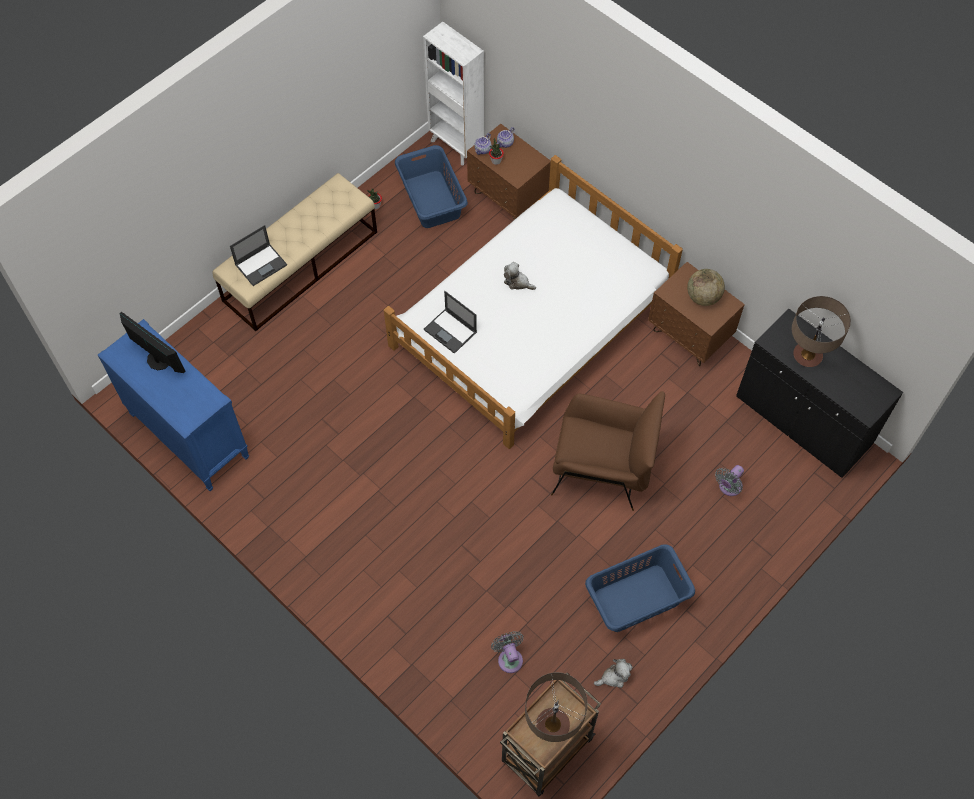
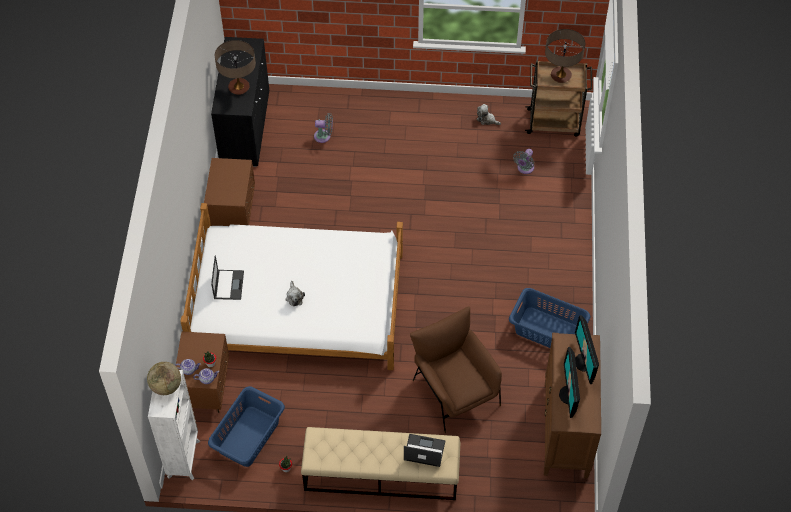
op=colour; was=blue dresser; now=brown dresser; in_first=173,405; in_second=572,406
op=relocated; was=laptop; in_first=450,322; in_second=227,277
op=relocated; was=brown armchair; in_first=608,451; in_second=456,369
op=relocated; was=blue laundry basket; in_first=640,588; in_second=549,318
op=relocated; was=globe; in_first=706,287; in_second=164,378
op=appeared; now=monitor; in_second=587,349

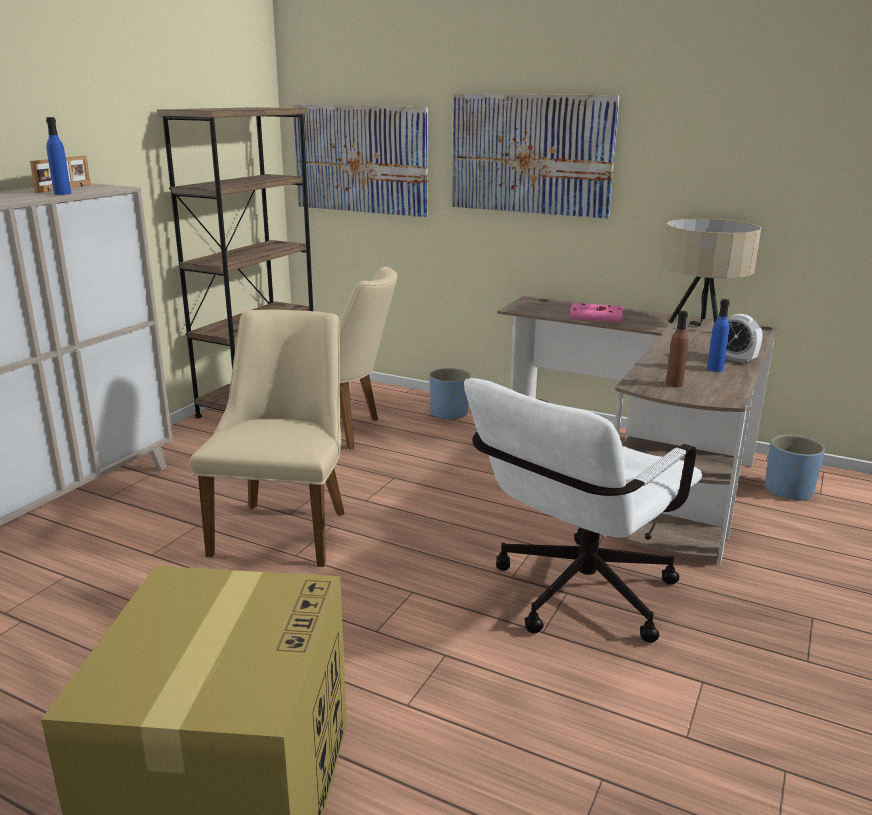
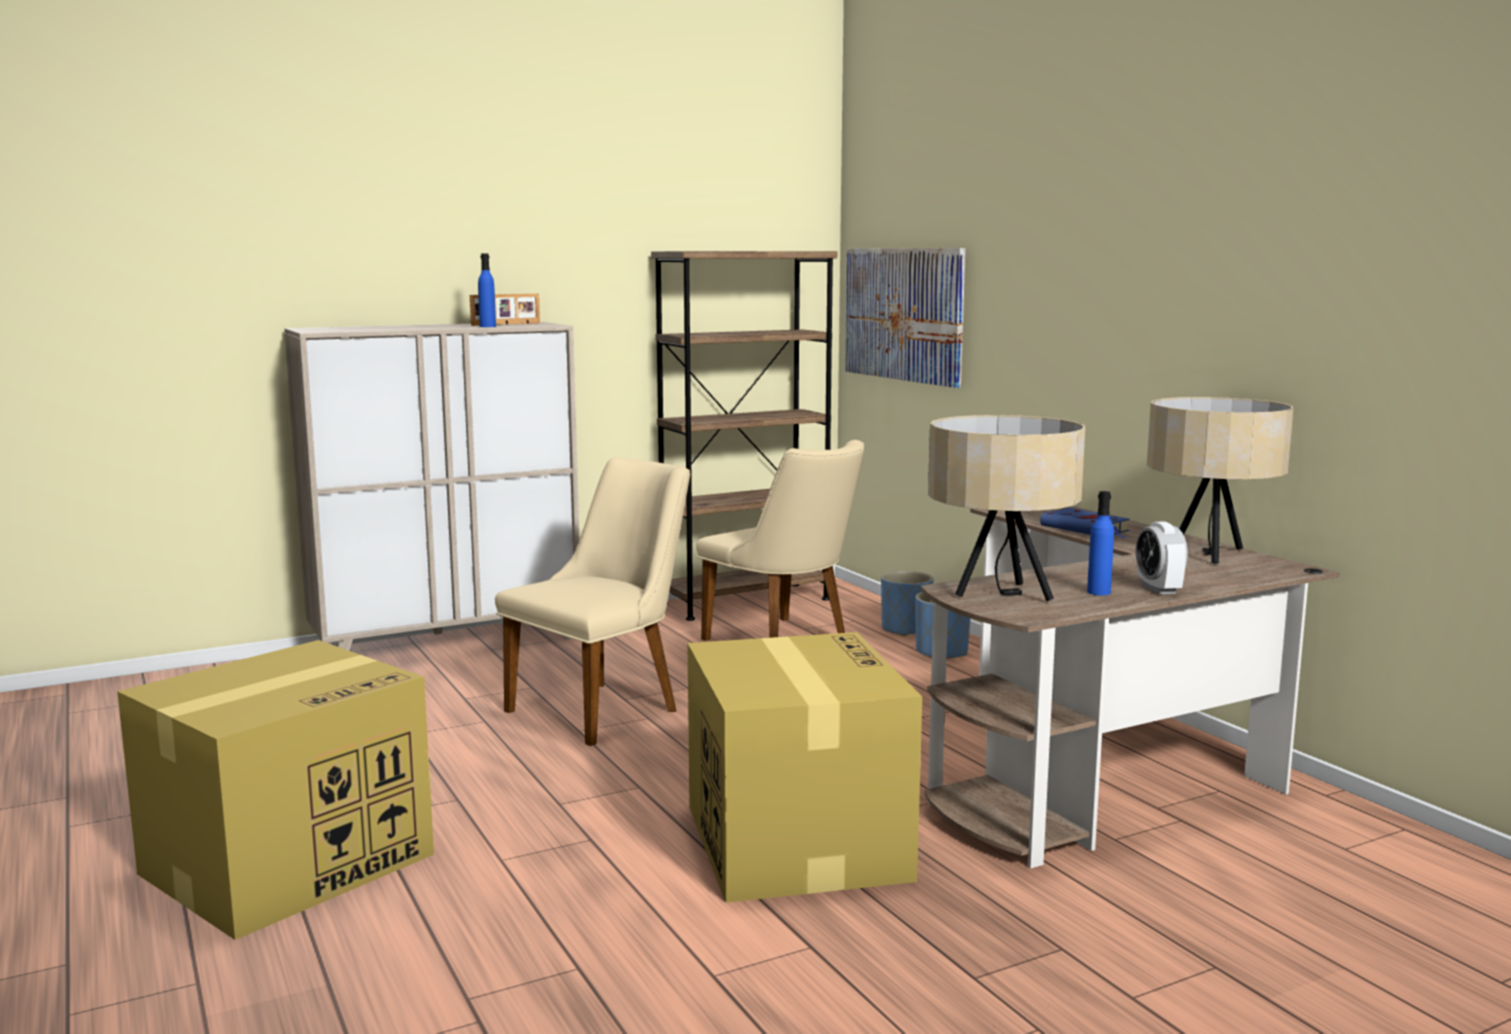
op=missing; was=picture; in_first=536,156
op=exchanged; was=white office chair; now=cardboard box; in_first=583,510; in_second=804,767
op=colour; was=pink book; now=blue book; in_first=600,312; in_second=1085,523
op=exchanged; was=brown bottle; now=beige table lamp; in_first=677,349; in_second=1006,508
op=relocated; was=blue planter; in_first=795,468; in_second=907,604

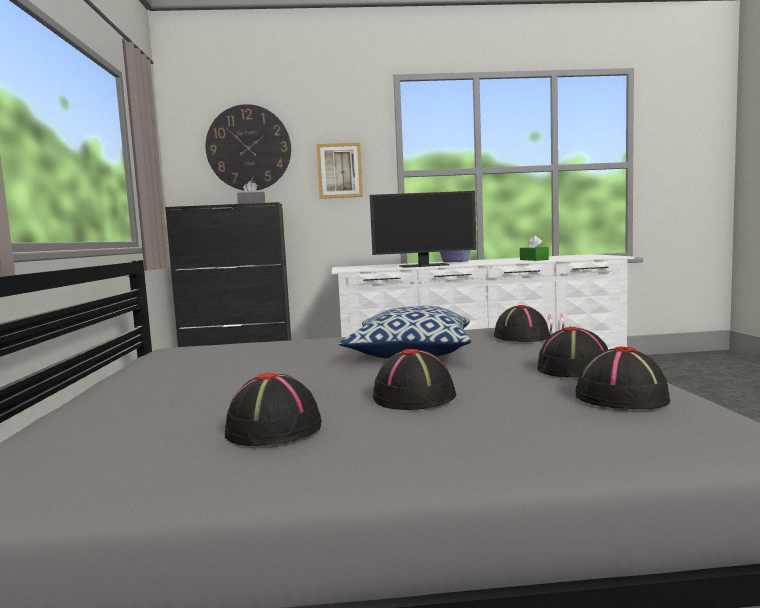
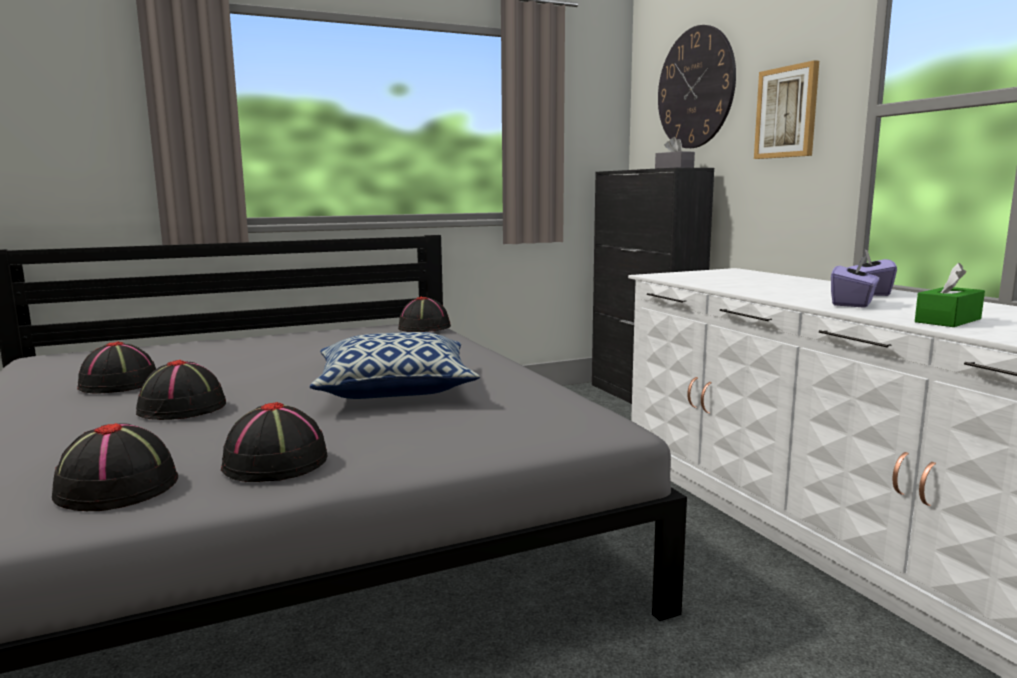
op=missing; was=monitor; in_first=423,229
op=relocated; was=black hat; in_first=522,323; in_second=424,314
op=appeared; now=purple tissue box; in_second=855,281

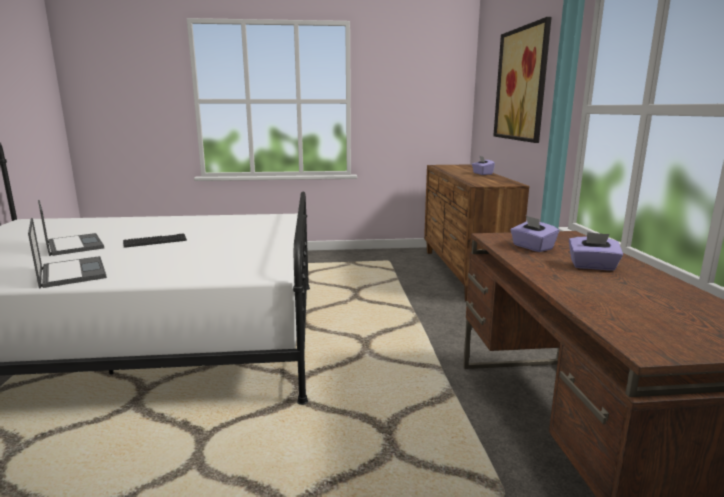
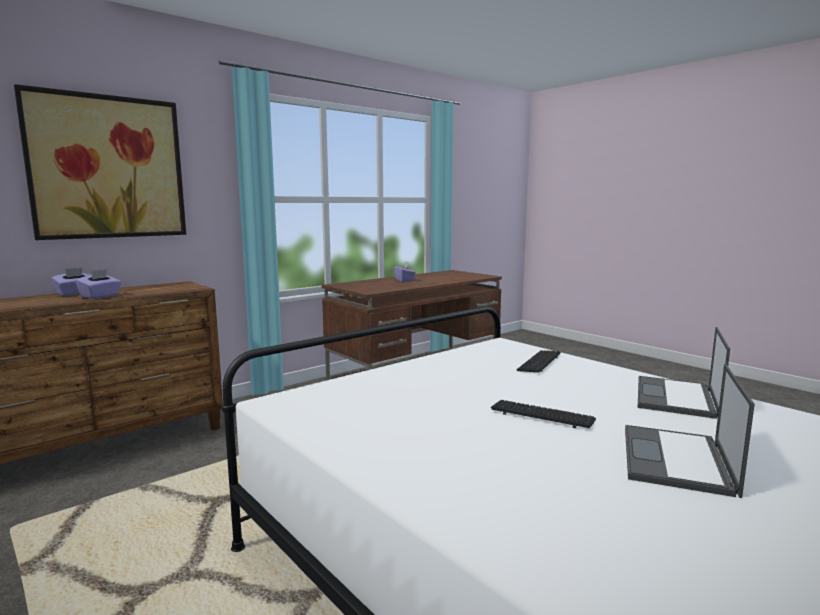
op=relocated; was=purple tissue box; in_first=534,234; in_second=98,284
op=appeared; now=keyboard; in_second=539,361

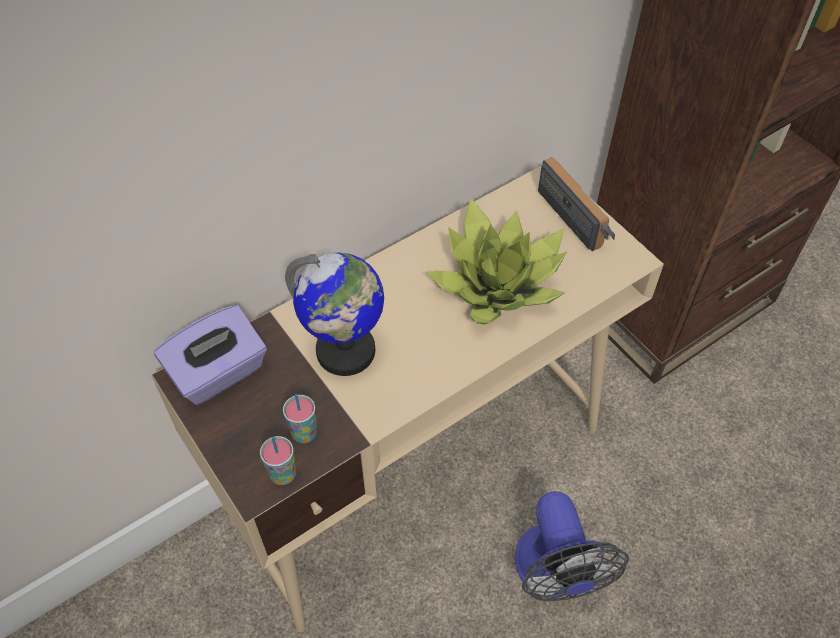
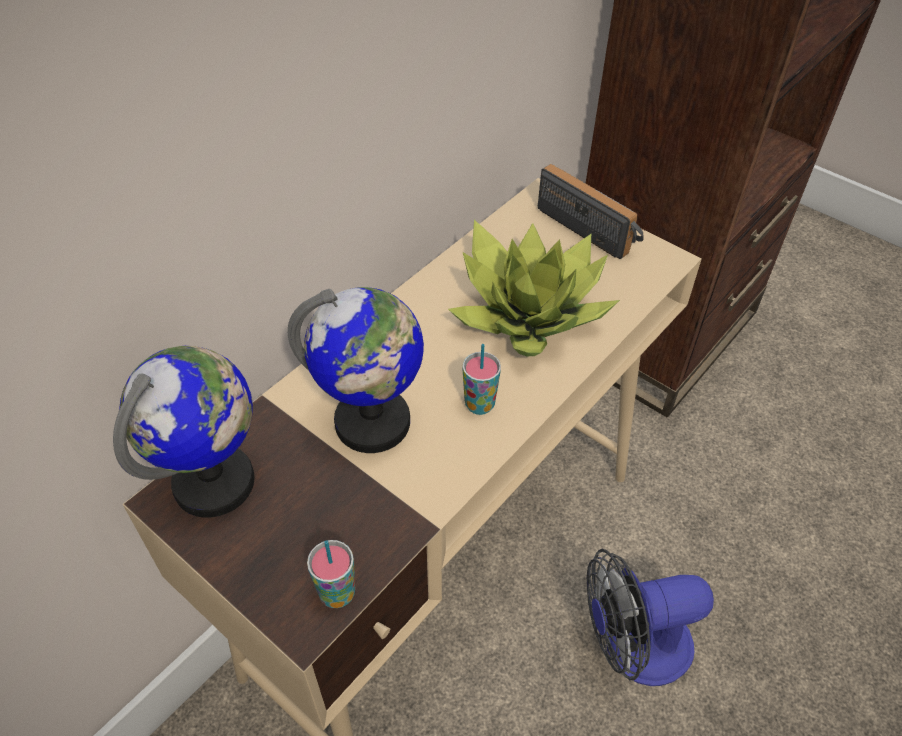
op=exchanged; was=purple tissue box; now=globe; in_first=210,355; in_second=184,432
op=relocated; was=cup; in_first=300,418; in_second=481,379
op=spun; was=fan; in_first=572,546; in_second=650,617; clockwise=105

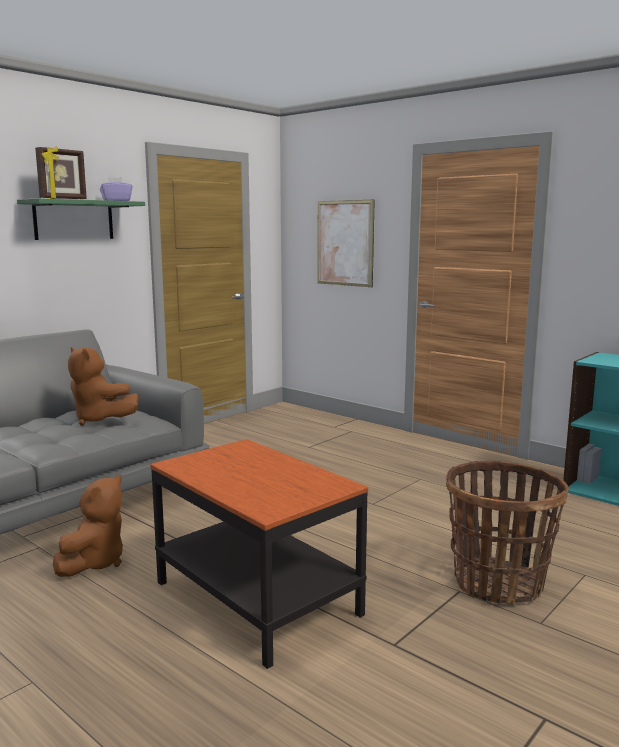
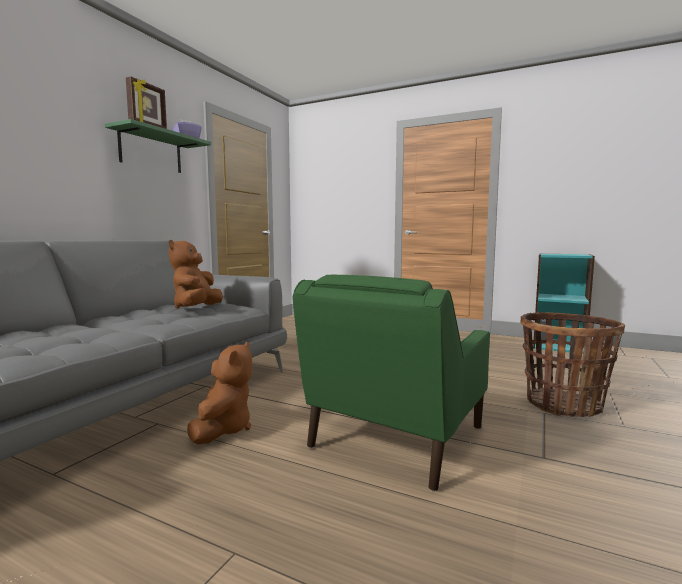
op=spun; was=brown plush toy; in_first=103,386; in_second=196,274; clockwise=75
op=exchanged; was=side table; now=green armchair; in_first=259,554; in_second=391,383
op=missing; was=picture; in_first=346,243

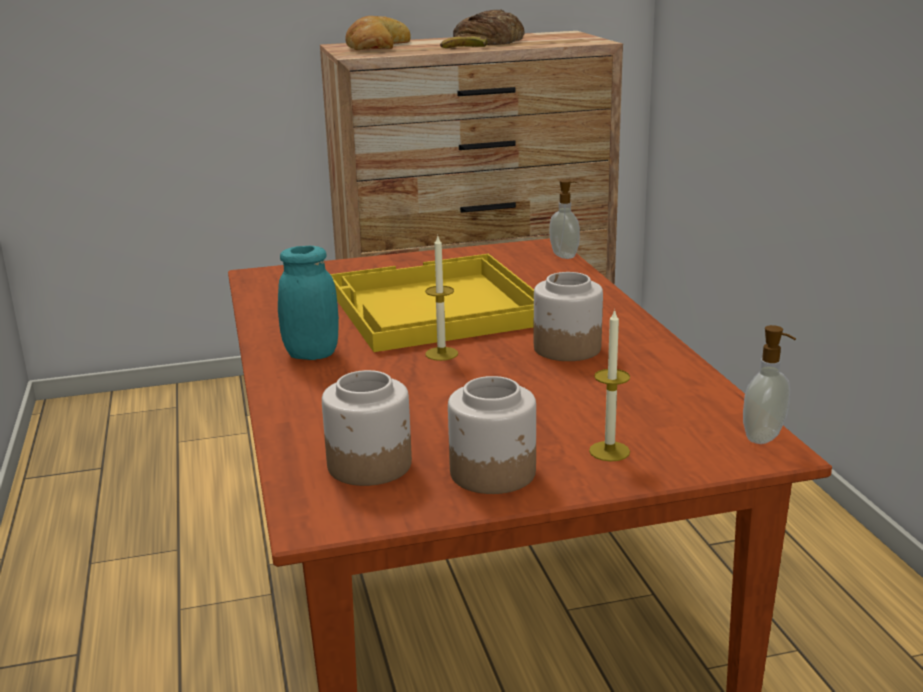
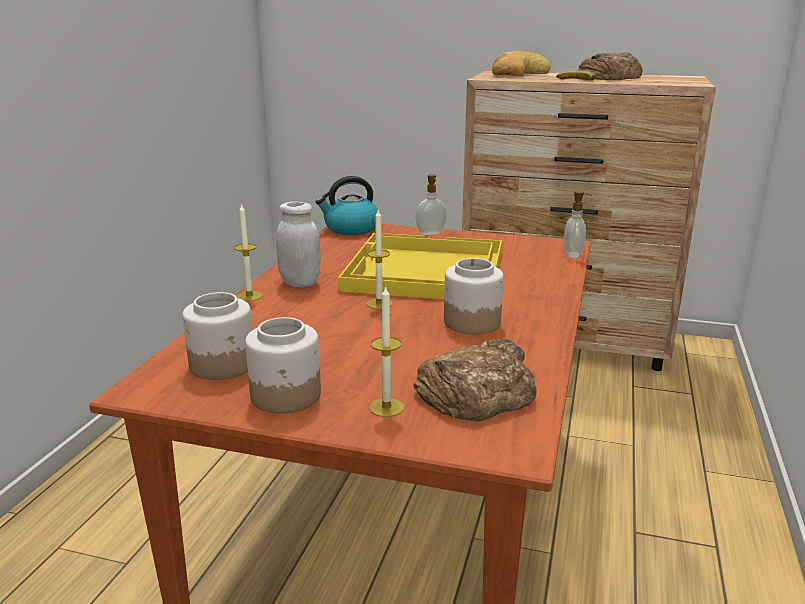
op=colour; was=turquoise jar; now=white jar; in_first=308,303; in_second=298,244
op=relocated; was=soap dispenser; in_first=769,384; in_second=431,204
op=appeared; now=candle; in_second=248,252
op=appeared; now=kettle; in_second=346,205
op=appeared; now=bread; in_second=475,380

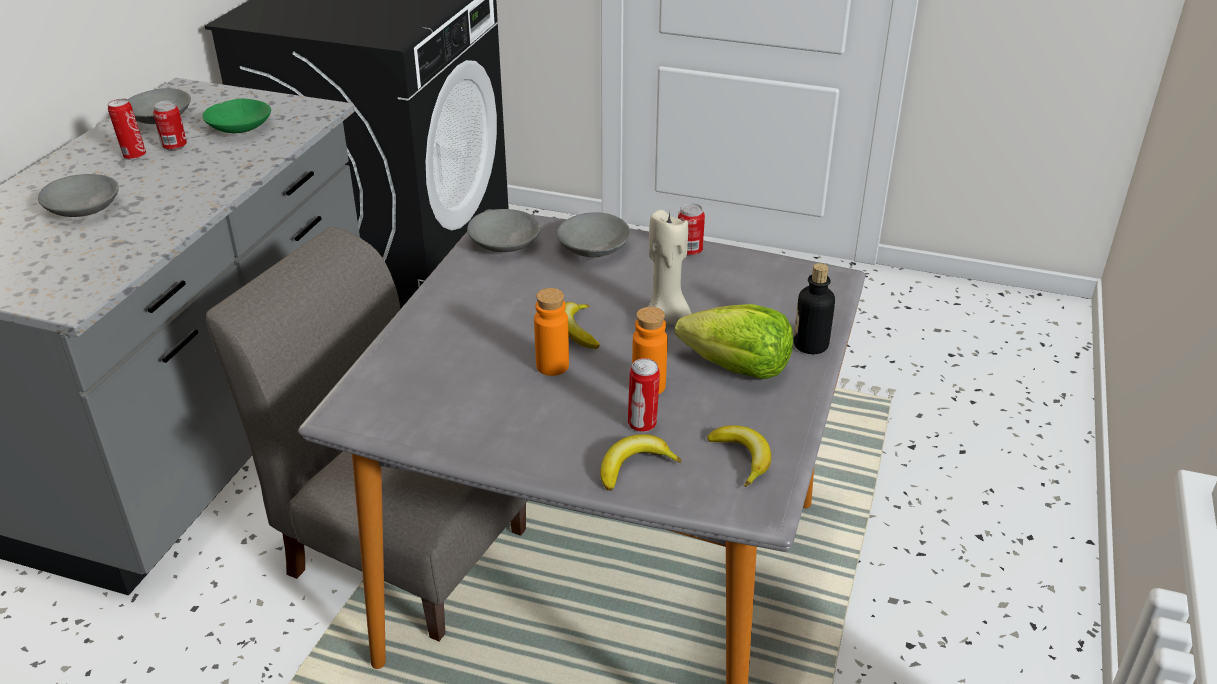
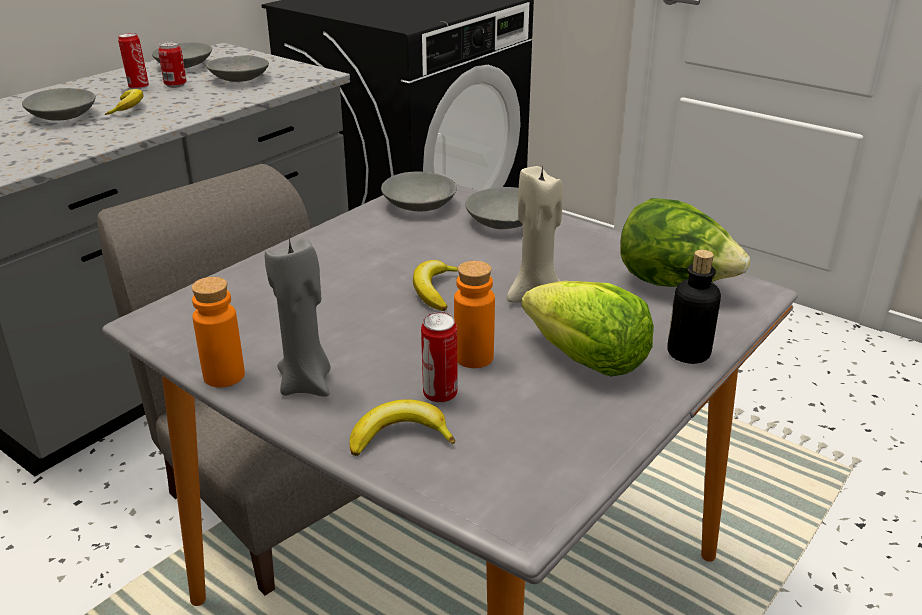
op=colour; was=green bowl; now=grey bowl; in_first=236,116; in_second=237,68
op=relocated; was=orange bottle; in_first=551,332; in_second=218,332
op=missing; was=can; in_first=691,229
op=relocated; was=banana; in_first=739,456; in_second=124,102
op=appeared; now=grey candle; in_second=298,317
op=appeared; now=lettuce; in_second=685,242

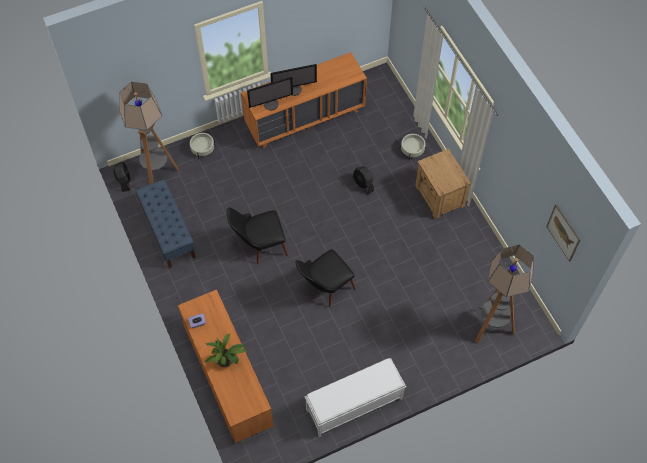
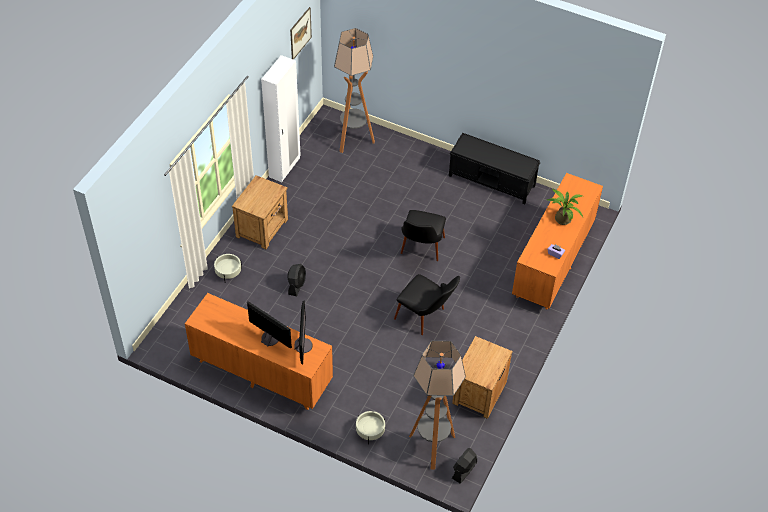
op=exchanged; was=blue bench; now=brown nightstand; in_first=166,224; in_second=482,377
op=spun; was=monitor; in_first=270,93; in_second=303,332; clockwise=60
op=spun; was=black chair; in_first=325,278; in_second=423,235; clockwise=90
op=colour; was=white bench; now=black bench; in_first=355,397; in_second=494,168
op=appeared; now=white wardrobe; in_second=281,118

